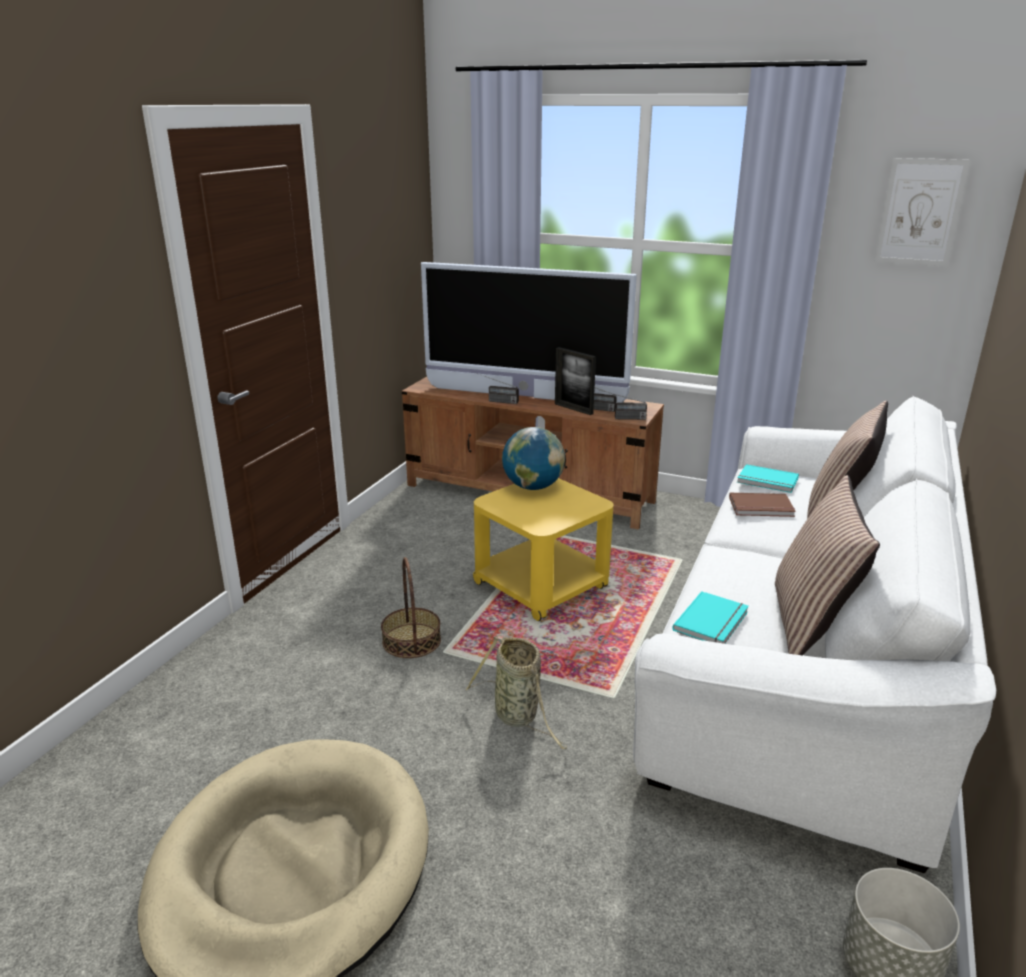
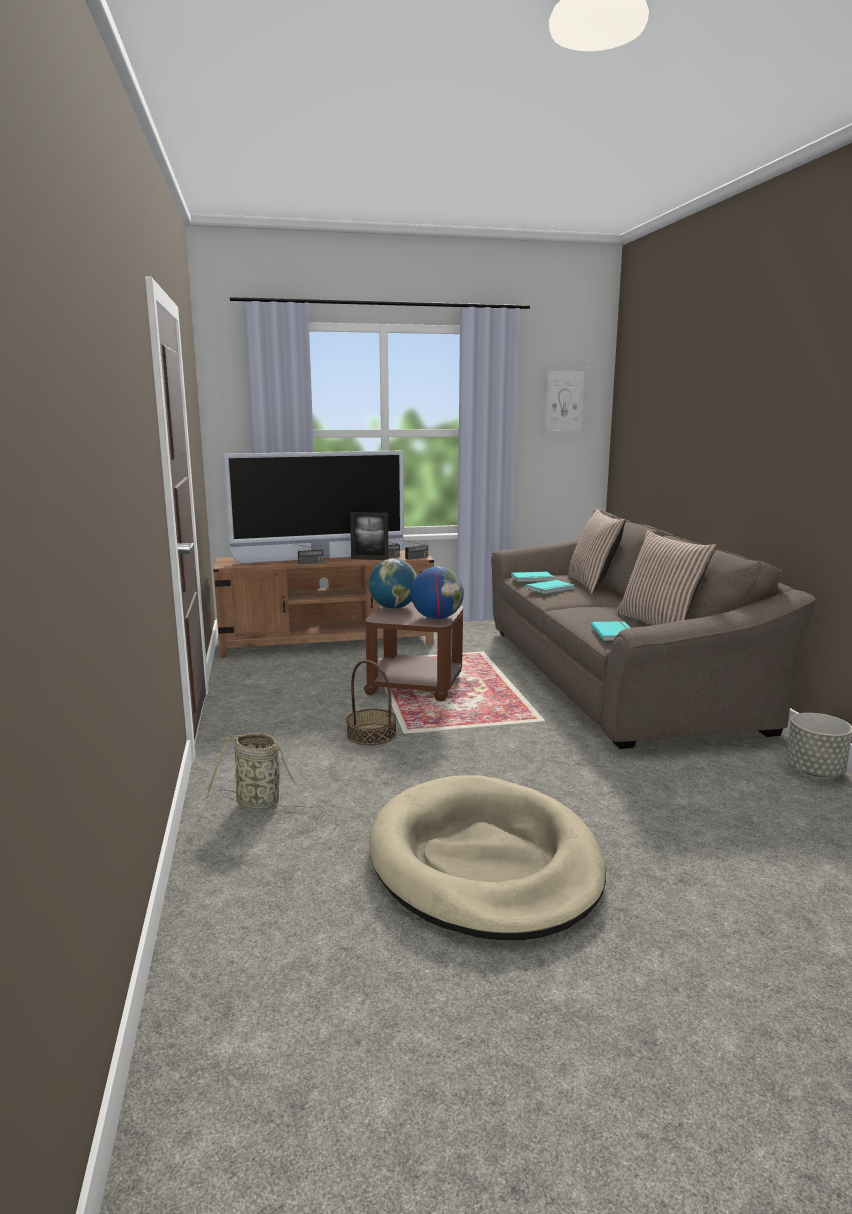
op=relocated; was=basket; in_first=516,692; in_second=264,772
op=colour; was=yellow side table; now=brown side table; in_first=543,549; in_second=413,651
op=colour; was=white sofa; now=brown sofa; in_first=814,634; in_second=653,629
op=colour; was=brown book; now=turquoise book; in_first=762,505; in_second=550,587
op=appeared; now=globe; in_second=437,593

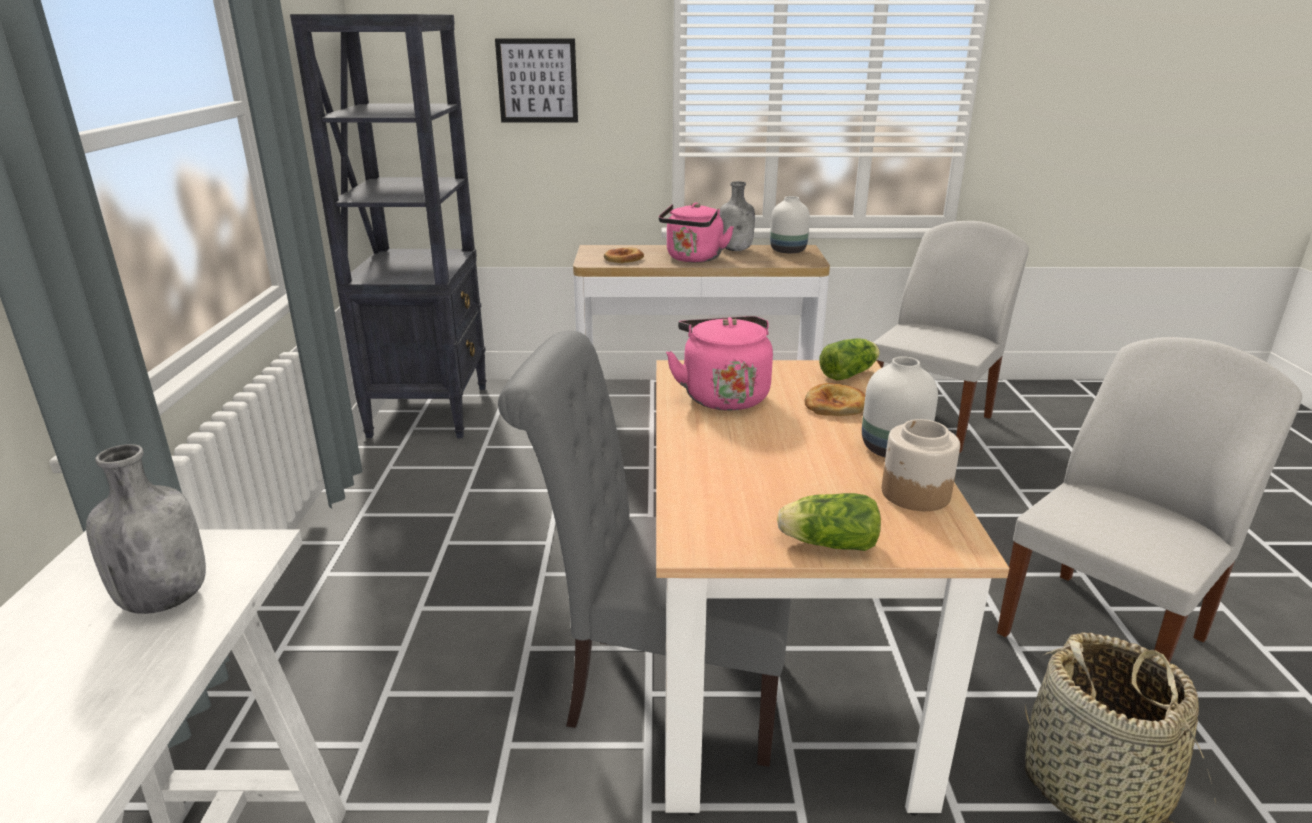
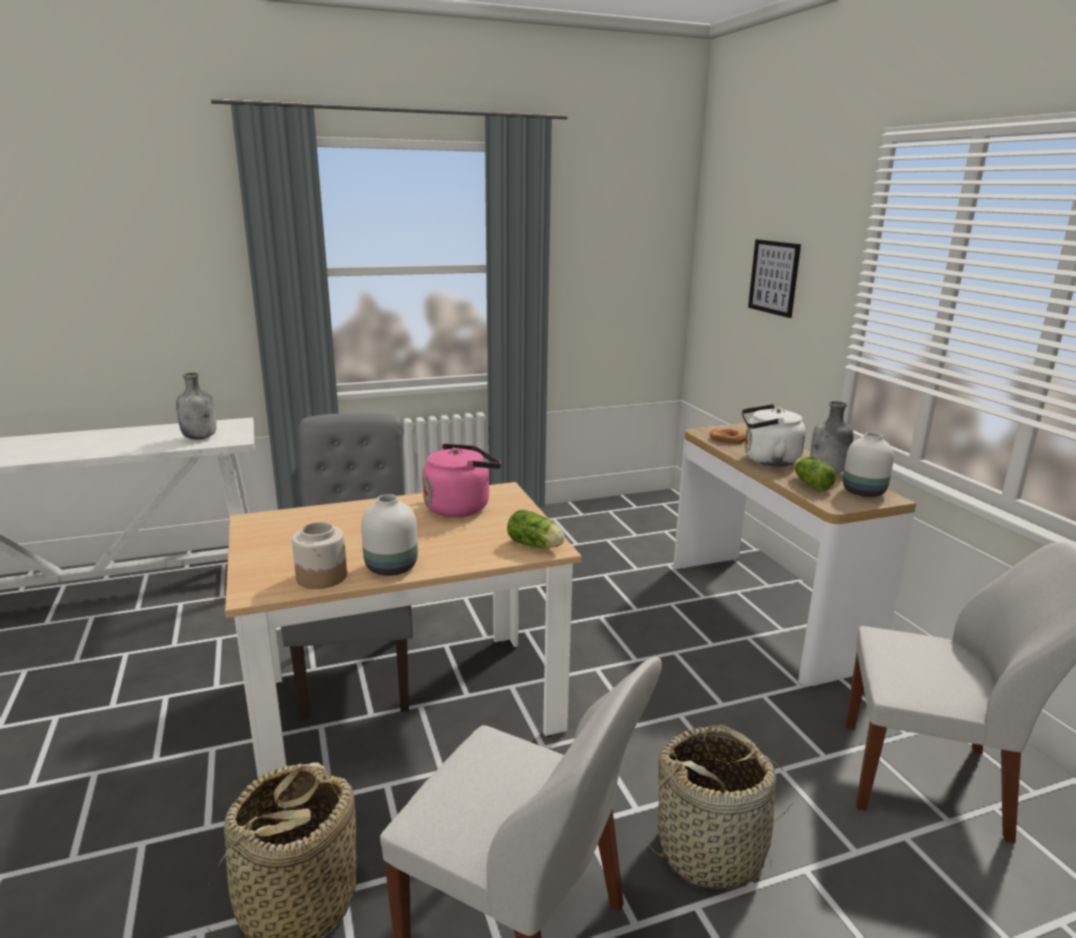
op=missing; was=black bookcase; in_first=388,226
op=colour; was=pink kettle; now=white kettle; in_first=696,232; in_second=774,435
op=relocated; was=lettuce; in_first=829,522; in_second=815,474
op=missing; was=bread; in_first=835,399
op=appeared; now=basket; in_second=720,807

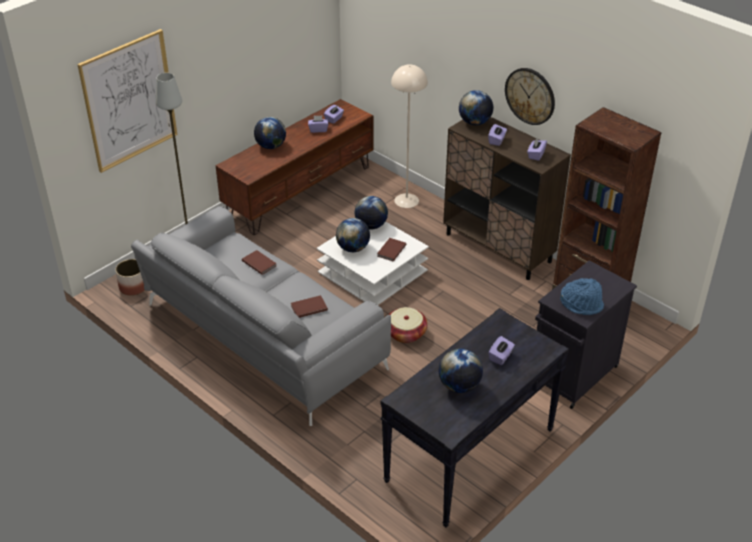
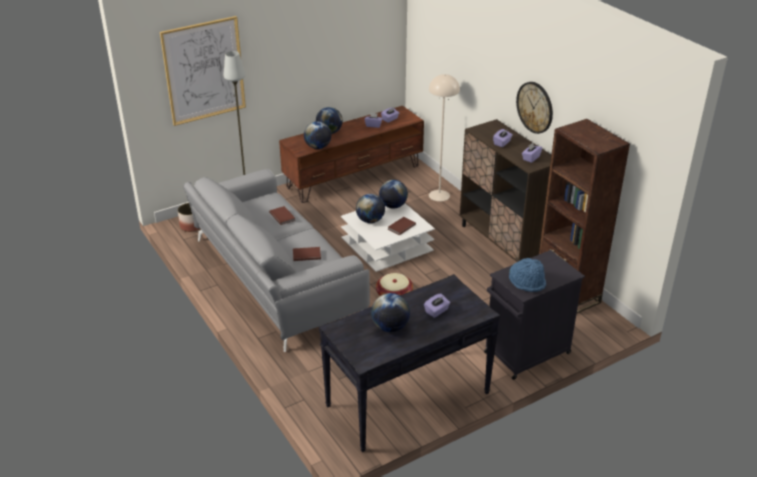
op=relocated; was=globe; in_first=476,107; in_second=317,135

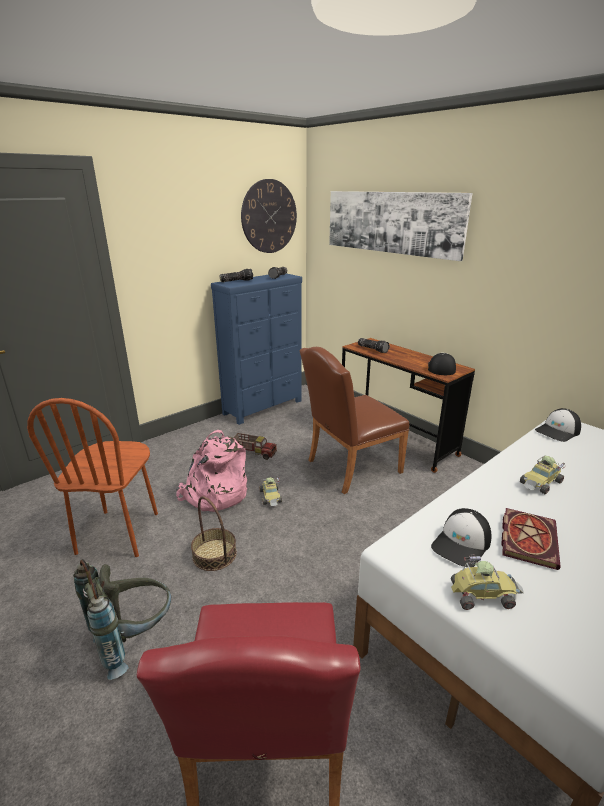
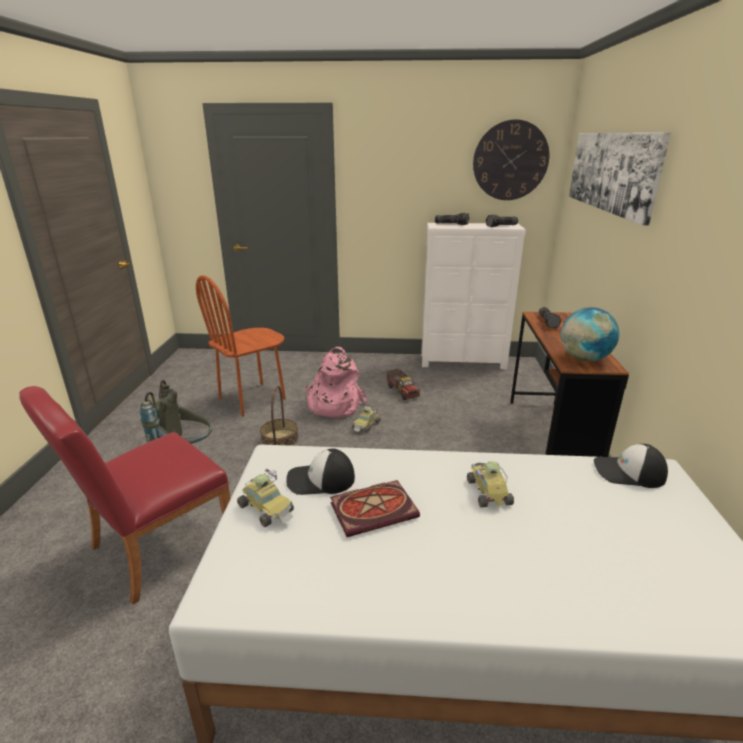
op=colour; was=blue dresser; now=white dresser; in_first=256,349; in_second=473,296
op=missing; was=brown chair; in_first=354,420
op=exchanged; was=cap; now=globe; in_first=442,364; in_second=590,334
op=spun; was=toy car; in_first=543,475; in_second=490,484; clockwise=75

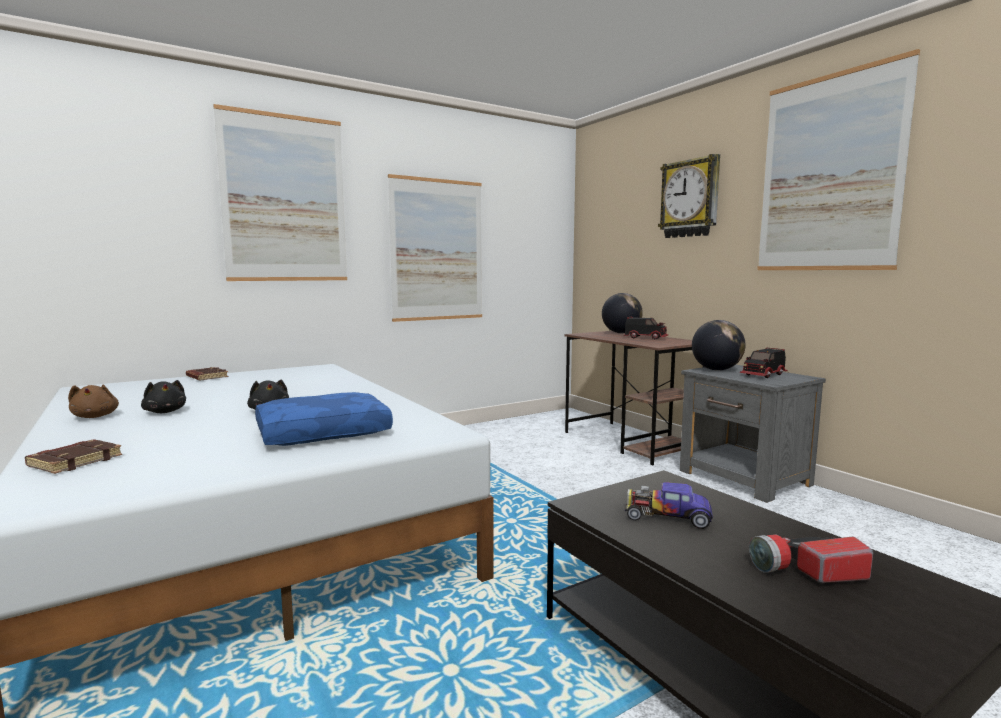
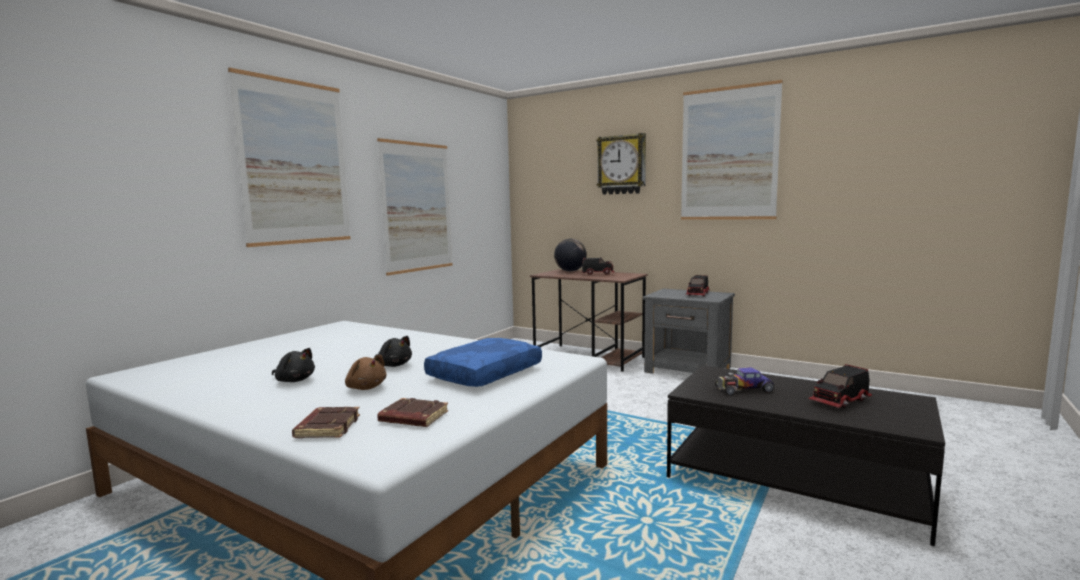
op=relocated; was=brown plush toy; in_first=93,401; in_second=365,372
op=relocated; was=brown book; in_first=207,373; in_second=412,412
op=missing; was=globe; in_first=719,345
op=exchanged; was=flashlight; now=toy truck; in_first=811,559; in_second=840,386

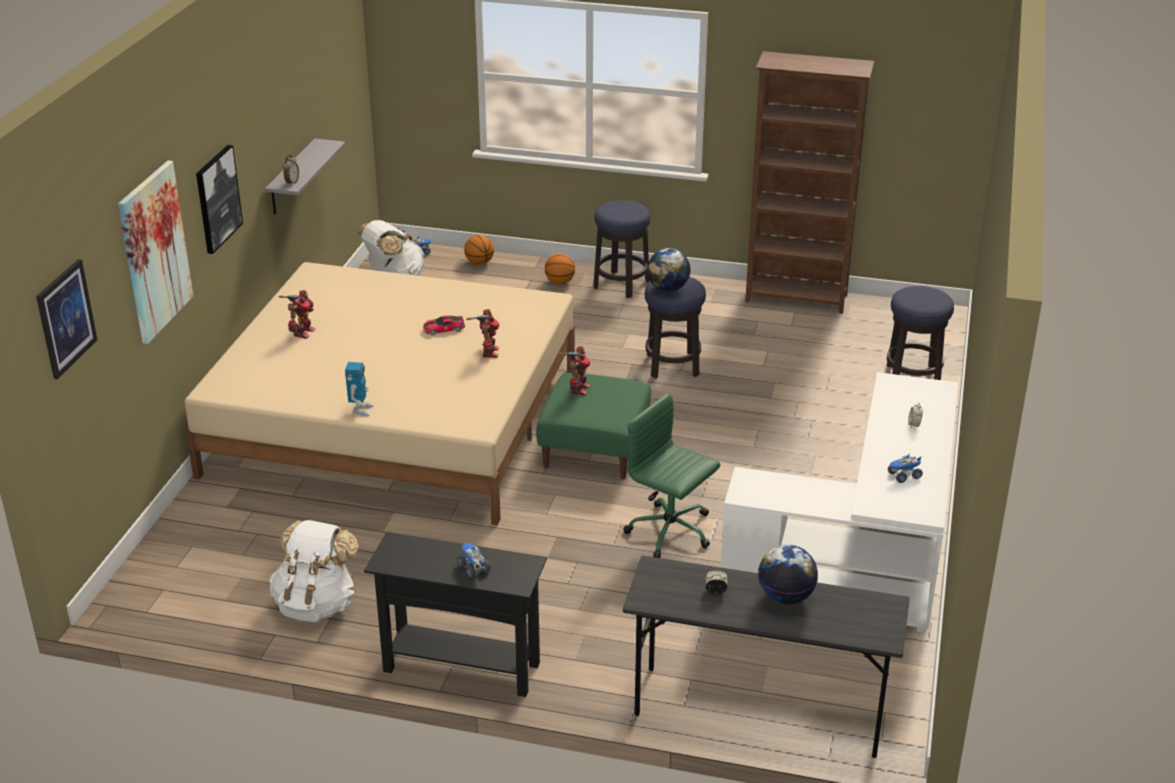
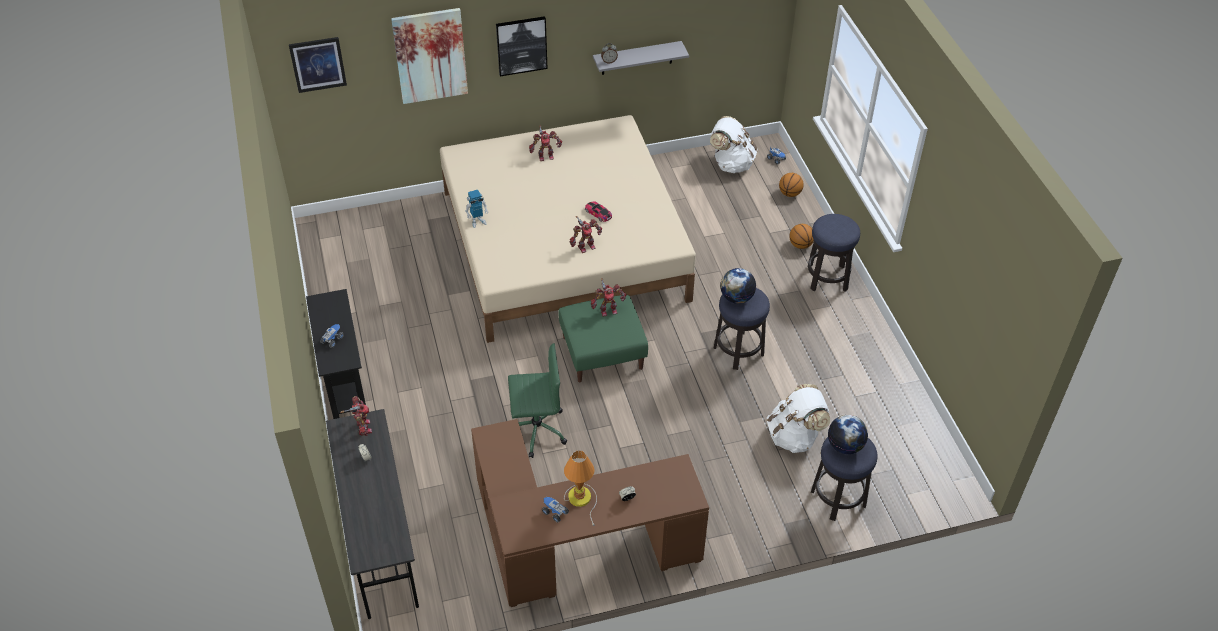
op=relocated; was=white backpack; in_first=314,571; in_second=798,418
op=spun; was=green office chair; in_first=672,475; in_second=537,400; clockwise=75
op=colour; was=white desk; now=brown desk; in_first=839,502; in_second=590,513
op=missing; was=brown bookcase; in_first=810,182
op=relocated; was=globe; in_first=788,574; in_second=848,434
op=appeared; now=toy robot; in_second=356,416
op=appeared; now=table lamp; in_second=580,488

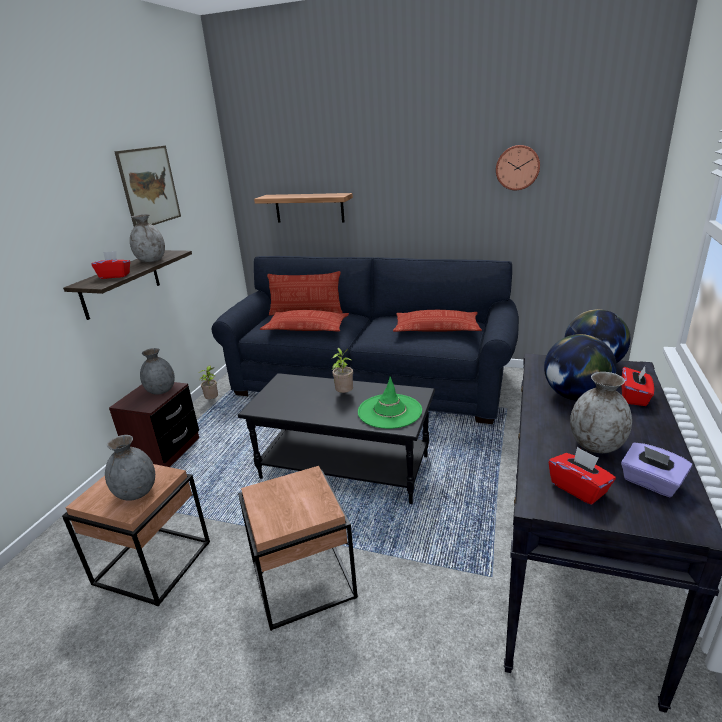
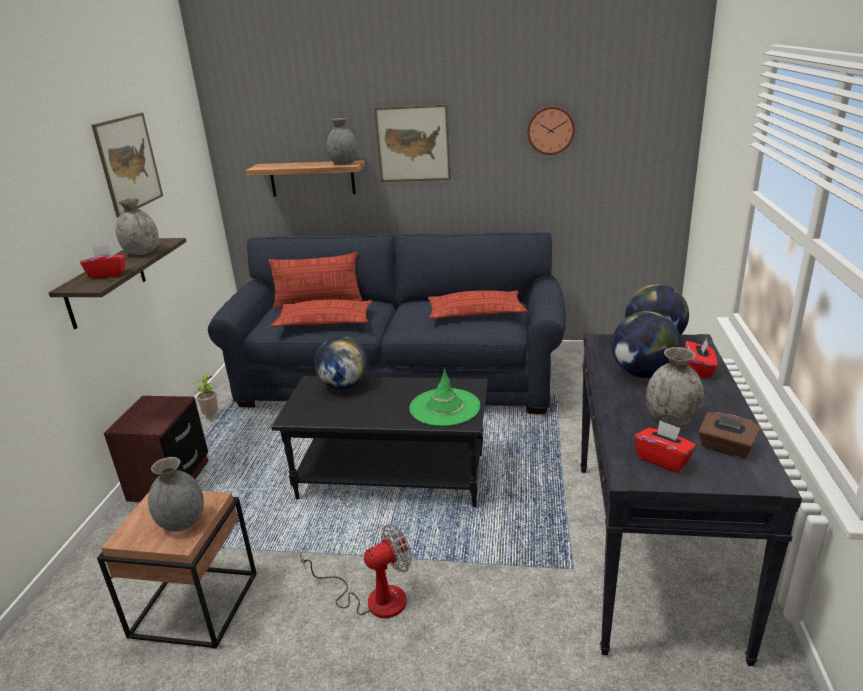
op=relocated; was=grey vase; in_first=157,371; in_second=342,141
op=exchanged; was=brown side table; now=fan; in_first=298,548; in_second=356,571
op=missing; was=potted plant; in_first=342,370
op=colour; was=purple tissue box; now=brown tissue box; in_first=656,470; in_second=729,435
op=appeared; now=globe; in_second=341,362
op=appeared; now=picture; in_second=412,143

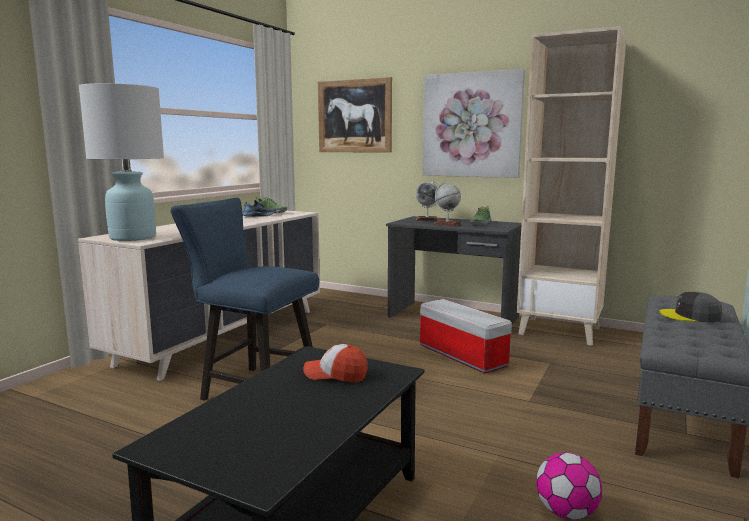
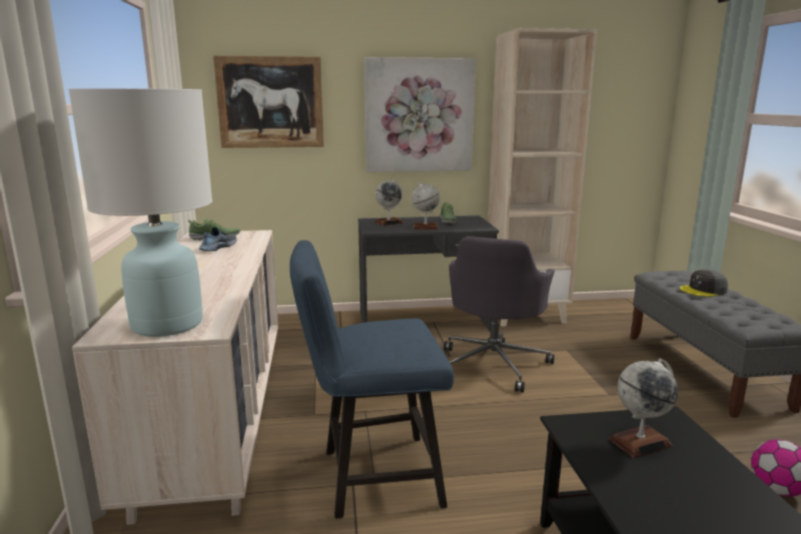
op=exchanged; was=cap; now=globe; in_first=335,363; in_second=643,408
op=exchanged; was=storage box; now=grey office chair; in_first=466,336; in_second=499,314

